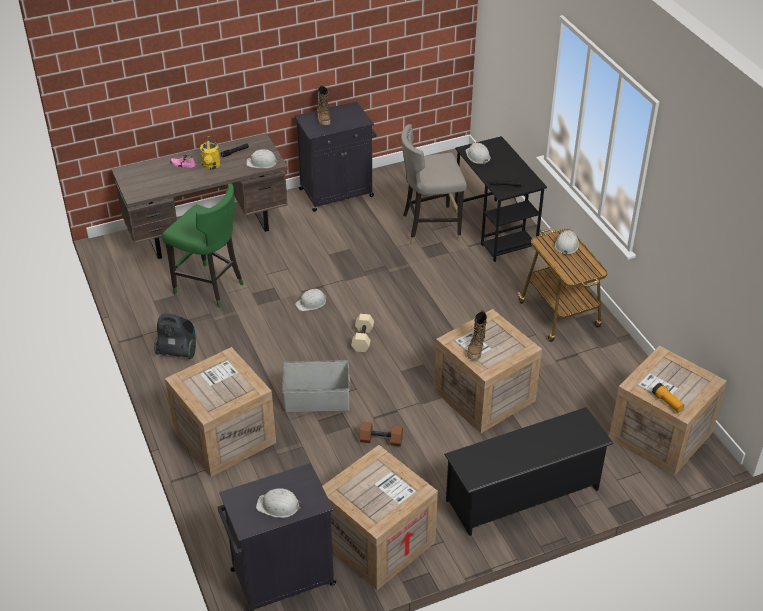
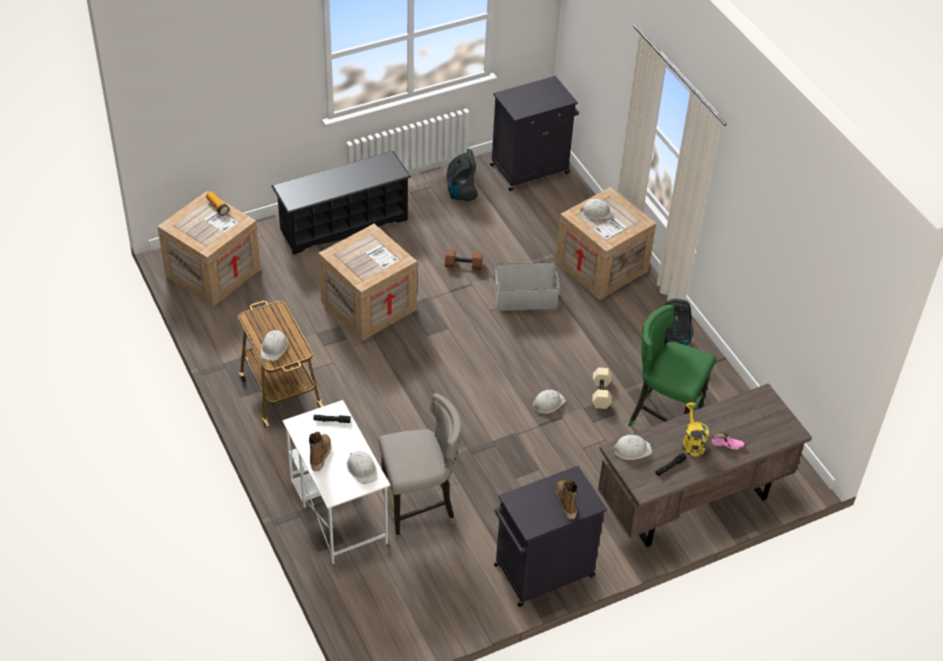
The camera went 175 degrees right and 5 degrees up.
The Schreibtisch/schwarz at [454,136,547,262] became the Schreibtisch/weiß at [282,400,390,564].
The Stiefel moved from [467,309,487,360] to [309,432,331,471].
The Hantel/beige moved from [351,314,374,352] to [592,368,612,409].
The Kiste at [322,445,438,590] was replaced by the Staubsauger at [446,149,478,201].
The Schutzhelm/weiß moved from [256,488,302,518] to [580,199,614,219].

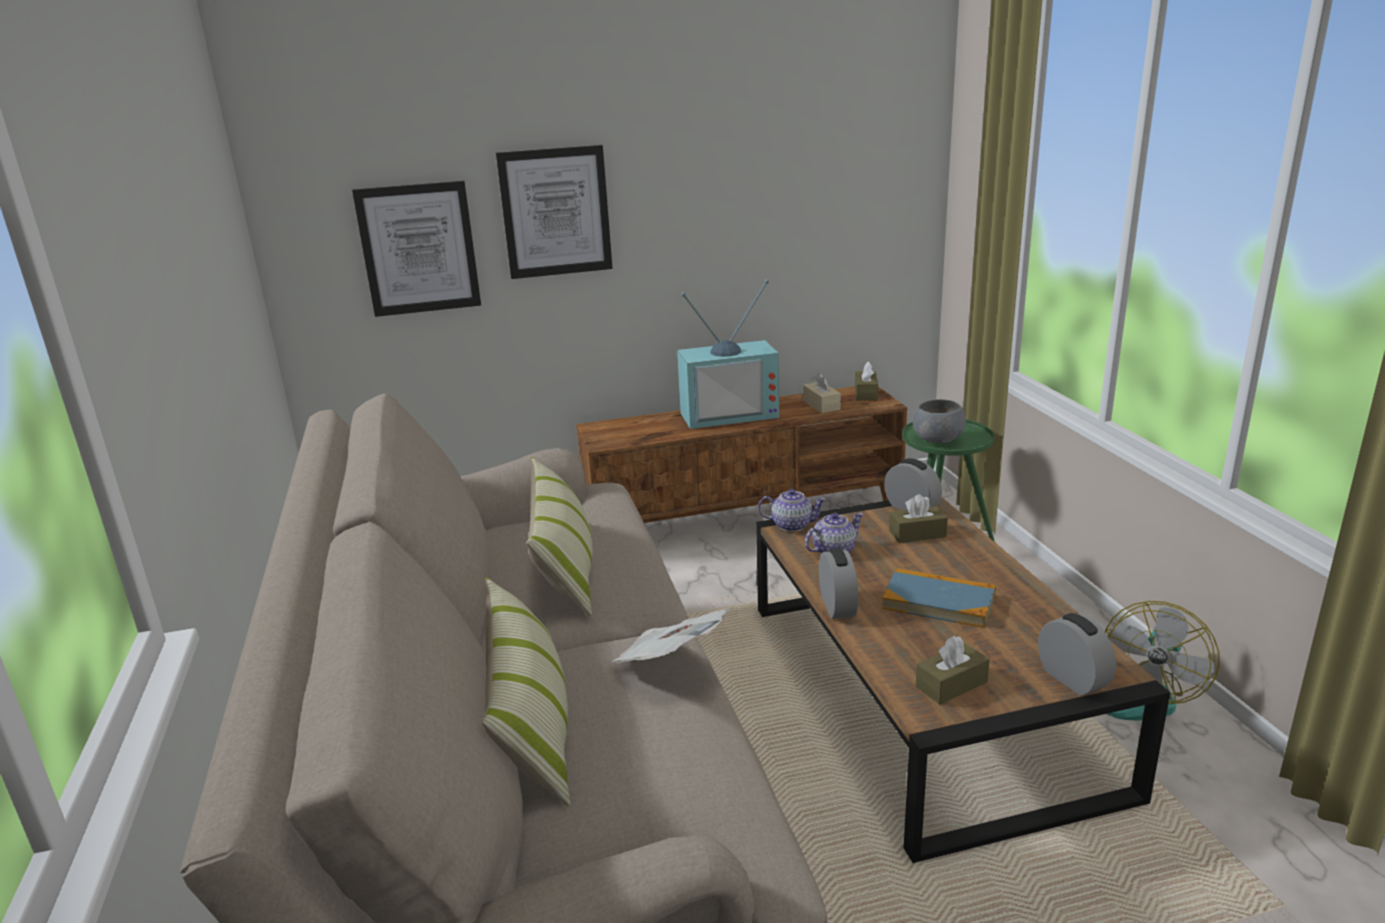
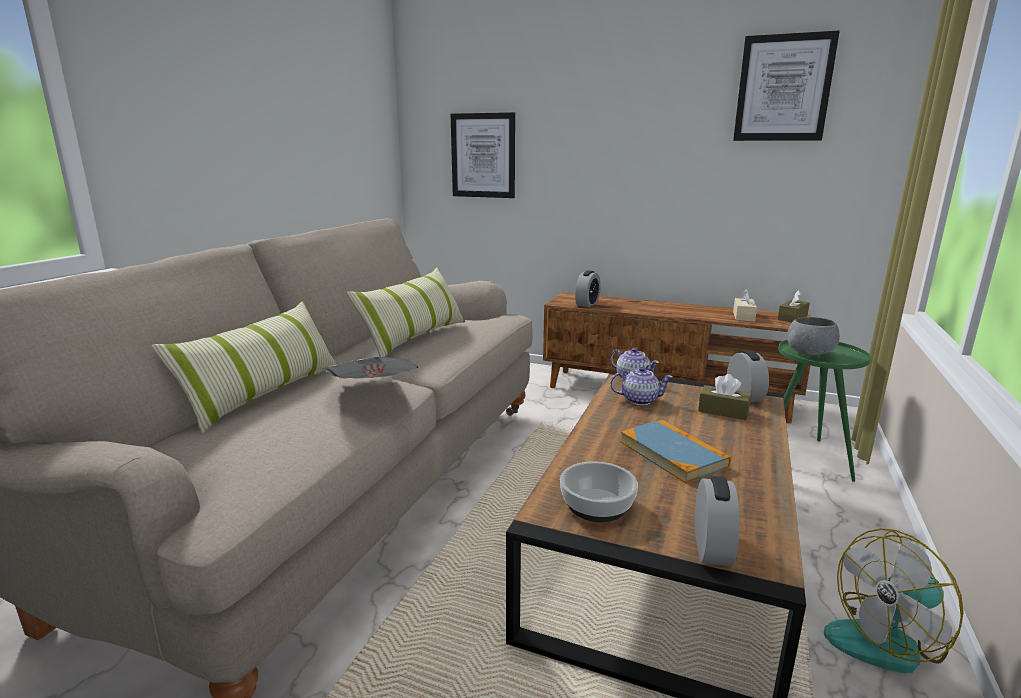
The camera went 35 degrees right and 5 degrees down.
The Bild moved from [496,145,613,279] to [733,30,840,141].
The Fernseher at [677,279,779,429] disappeared.
The Wecker moved from [819,548,858,619] to [575,271,601,307].
The Taschentuchbox/braun at [916,635,990,705] was replaced by the Schüssel at [560,462,638,522].

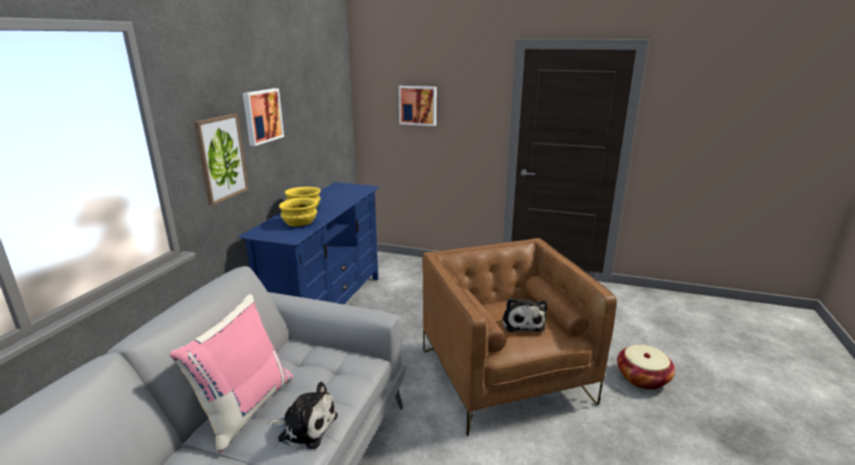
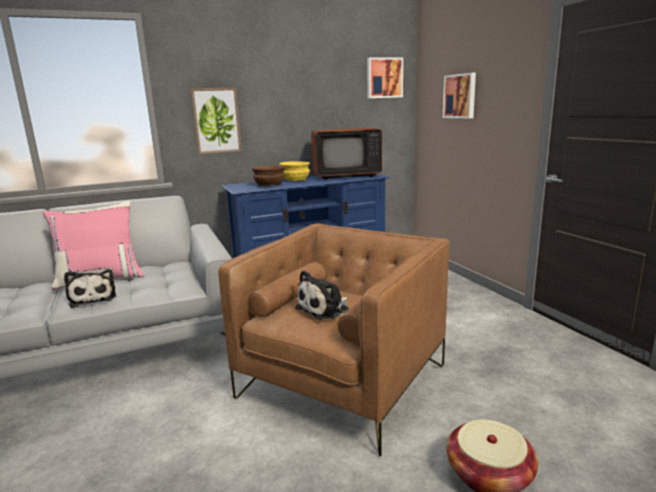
The camera went 50 degrees right and 5 degrees down.
The Bild moved from [243,88,284,146] to [367,57,403,98].
The Schüssel/gelb at [279,197,317,226] became the Schüssel/braun at [252,165,285,186].
The Fernseher at [311,105,382,180] appeared.

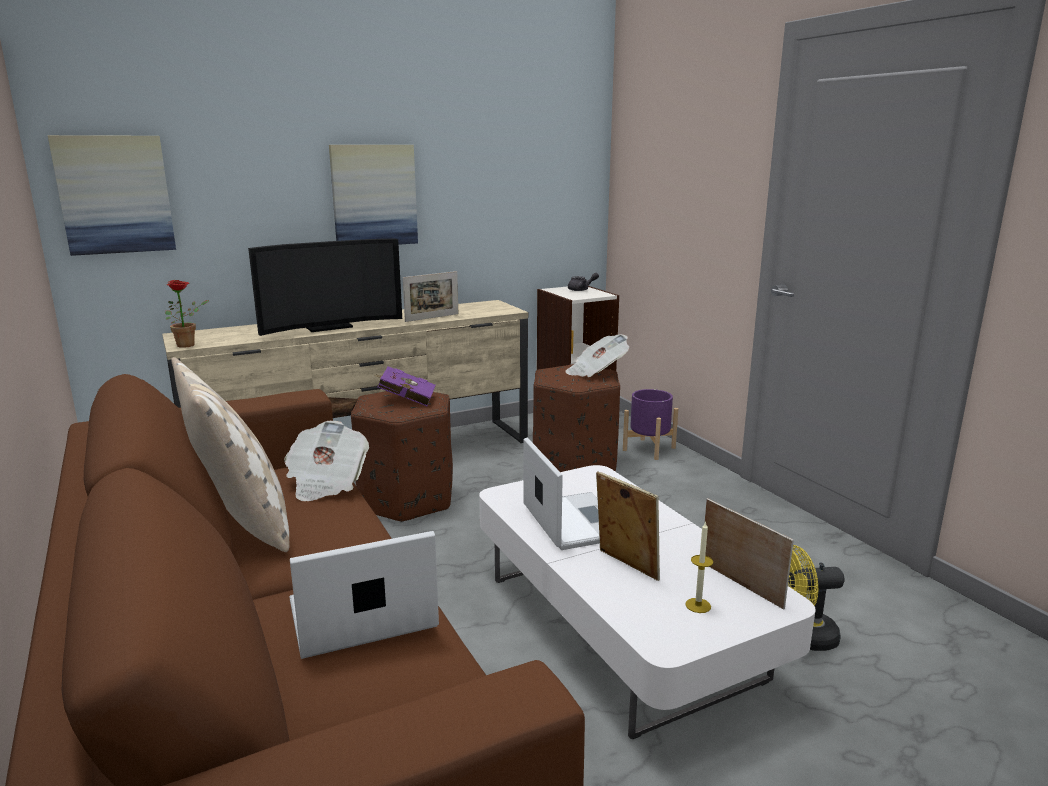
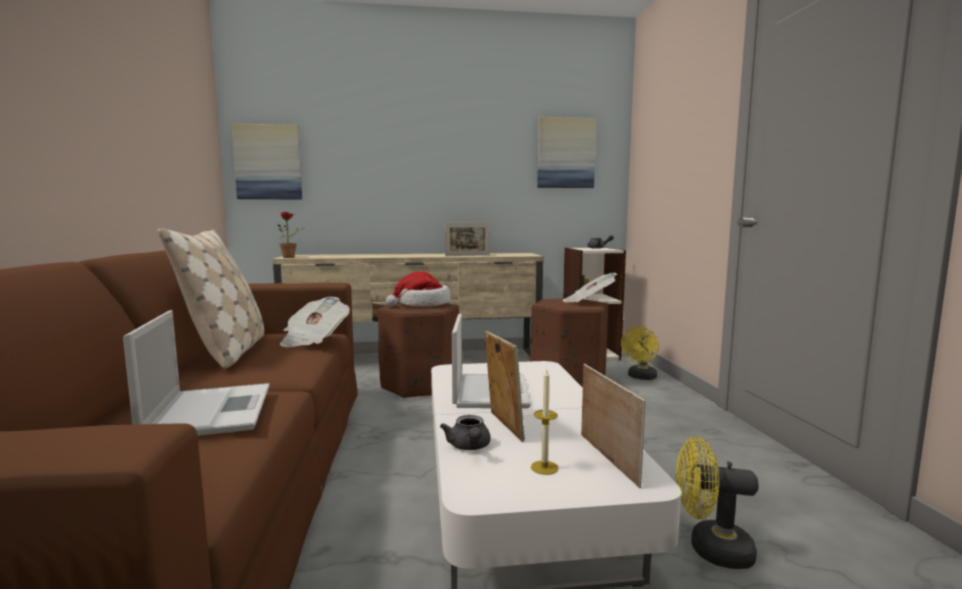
The camera went 20 degrees right and 10 degrees down.
The Bild moved from [329,145,418,245] to [537,117,596,188].
The Fernseher at [248,239,402,336] disappeared.
The Buch/lila at [373,366,436,406] was replaced by the Hut at [386,272,451,307].
The Pflanzkübel/lila at [623,389,678,460] was replaced by the Ventilator/gelb at [621,326,659,380].
The Laptop at [289,531,439,659] turned 75 degrees clockwise.
The Teekanne/grau at [440,415,491,450] appeared.

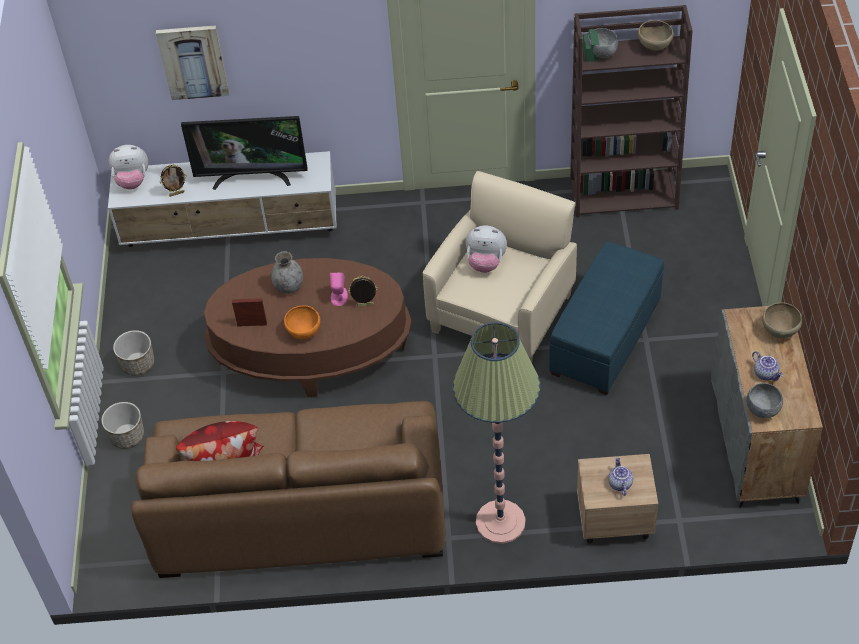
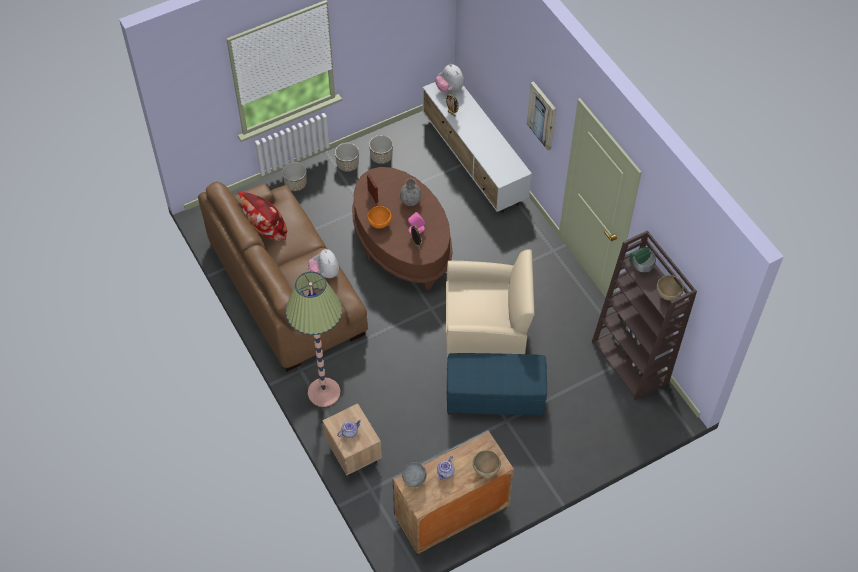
The camera went 60 degrees right and 5 degrees up.
The Bild moved from [156,25,229,100] to [527,81,556,151].
The Fernseher at [181,116,308,190] disappeared.
The Plüschtier moved from [466,226,507,273] to [308,249,339,278].
The Pflanzkübel at [369,135,393,164] appeared.

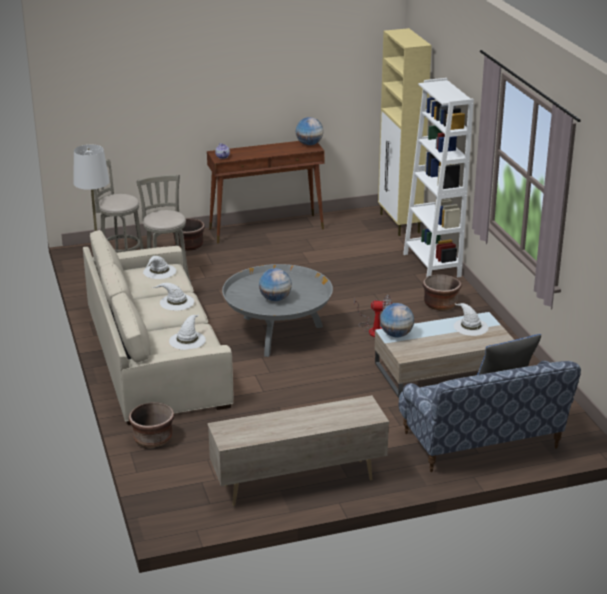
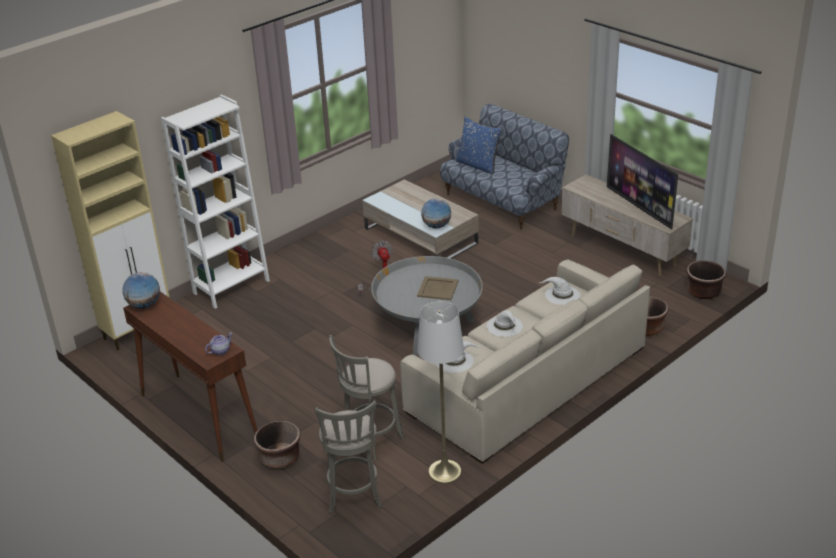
The camera went 115 degrees left and 5 degrees up.
The Globus at [259,268,292,301] was replaced by the Tablett/beige at [417,276,459,300].
The Pflanzkübel/braun moved from [423,274,462,311] to [686,261,726,299].
The Hut/weiß at [454,303,489,336] disappeared.
The Fernseher at [607,134,678,230] appeared.

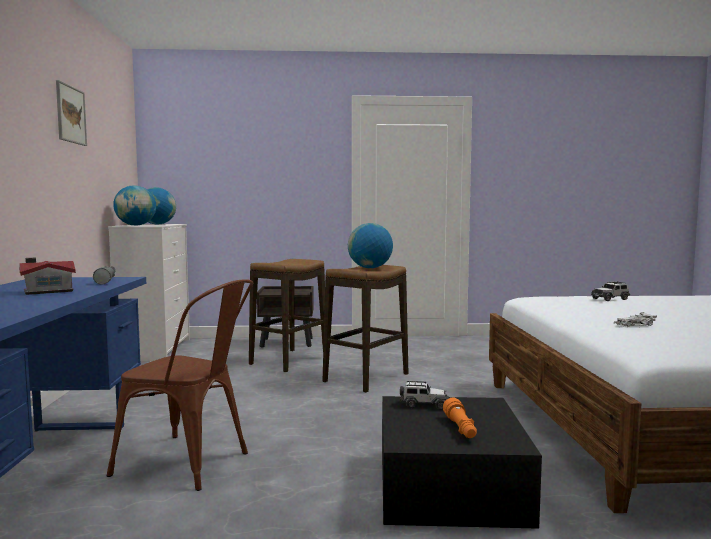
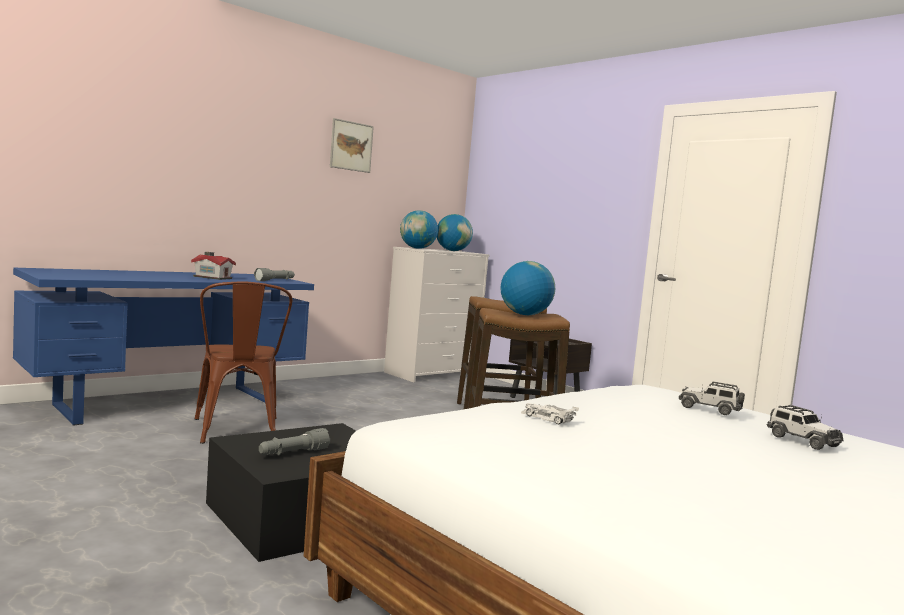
The camera went 50 degrees right and 0 degrees up.
The Spielzeugauto moved from [400,381,449,410] to [767,405,843,450].
The Taschenlampe/orange at [443,397,477,438] became the Taschenlampe/grau at [259,428,330,455].

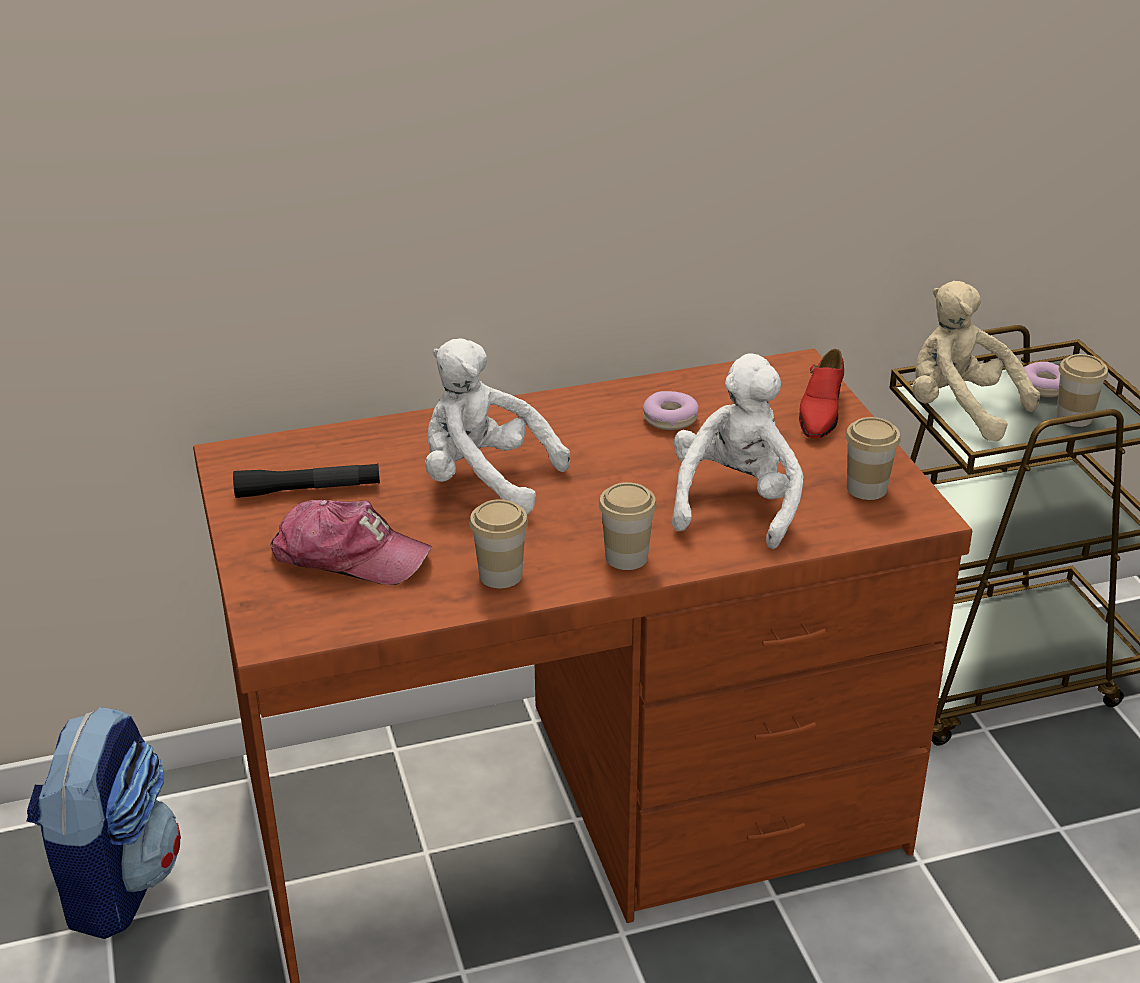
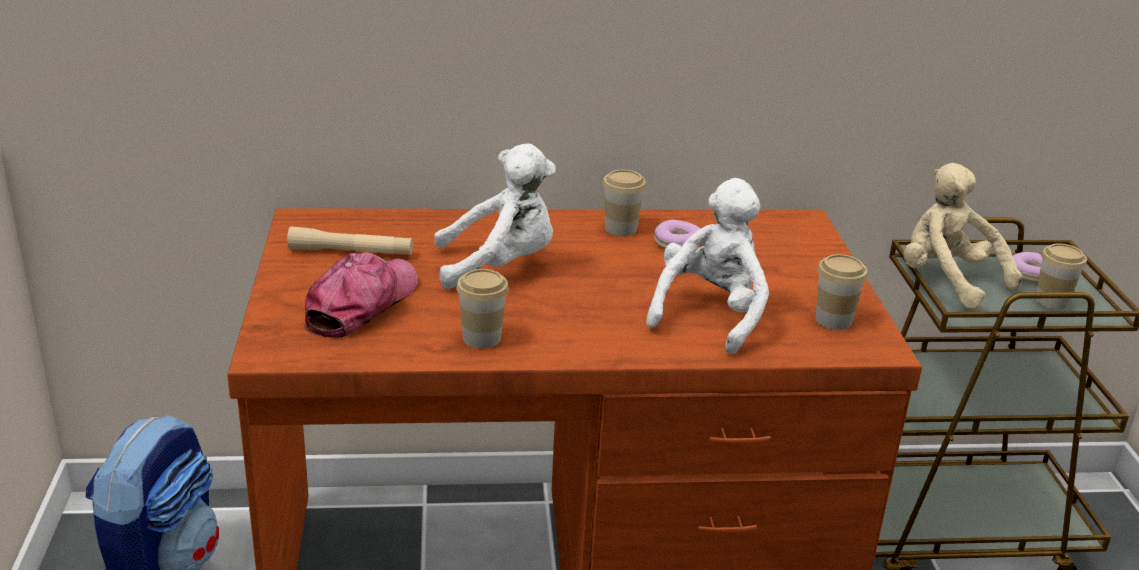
The camera went 10 degrees right and 5 degrees down.
The Plüschtier/weiß at [425,338,570,514] turned 135 degrees clockwise.
The Schuh/rot at [799,349,844,438] disappeared.
The Taschenlampe/schwarz at [233,463,380,498] became the Taschenlampe/beige at [287,226,413,255].
The Tasse moved from [599,482,657,570] to [603,170,646,236].
The Kappe at [270,500,432,585] turned 90 degrees counterclockwise.

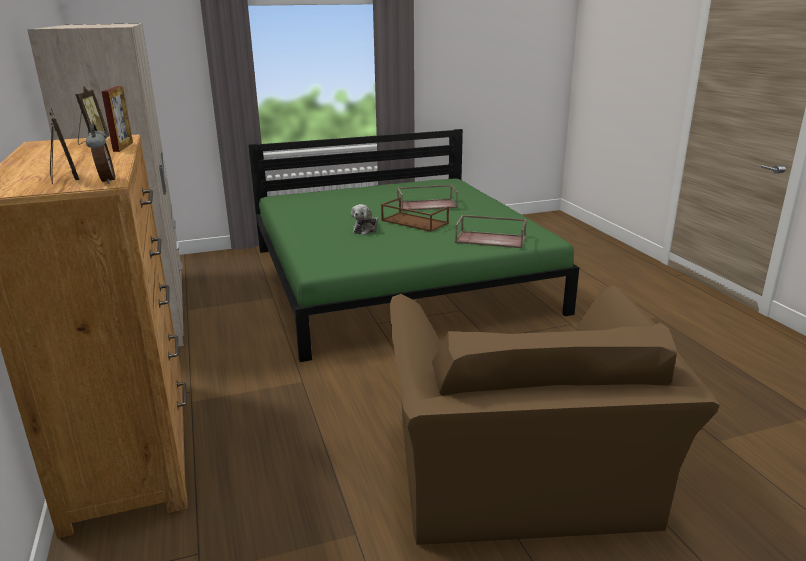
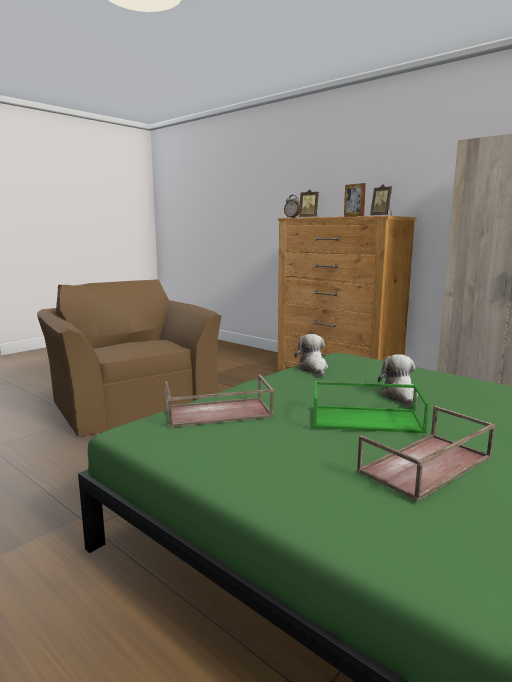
The camera went 150 degrees right and 10 degrees down.
The Tablett/braun at [381,197,449,232] became the Tablett/grün at [313,381,429,433].
The Plüschtier at [295,334,328,376] appeared.

